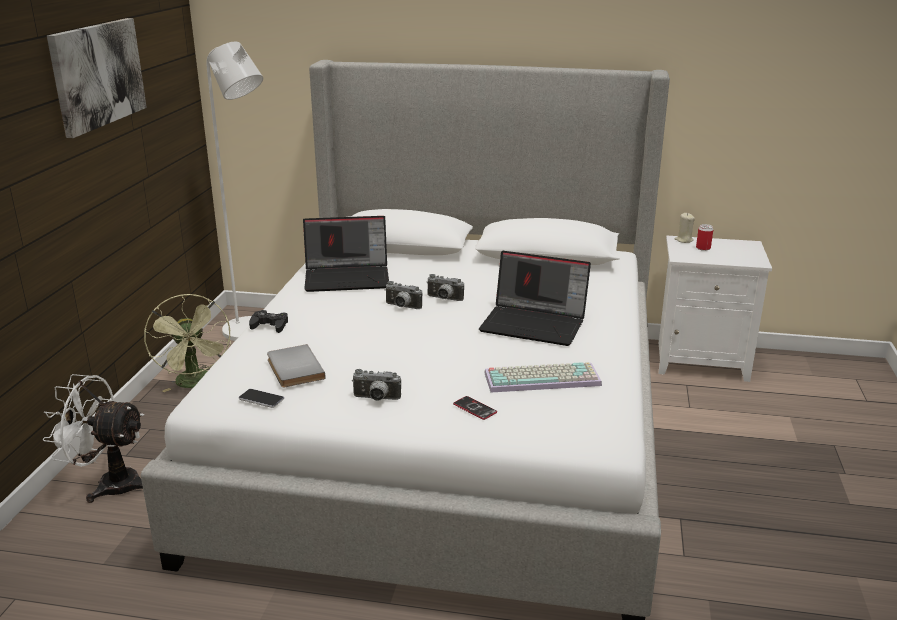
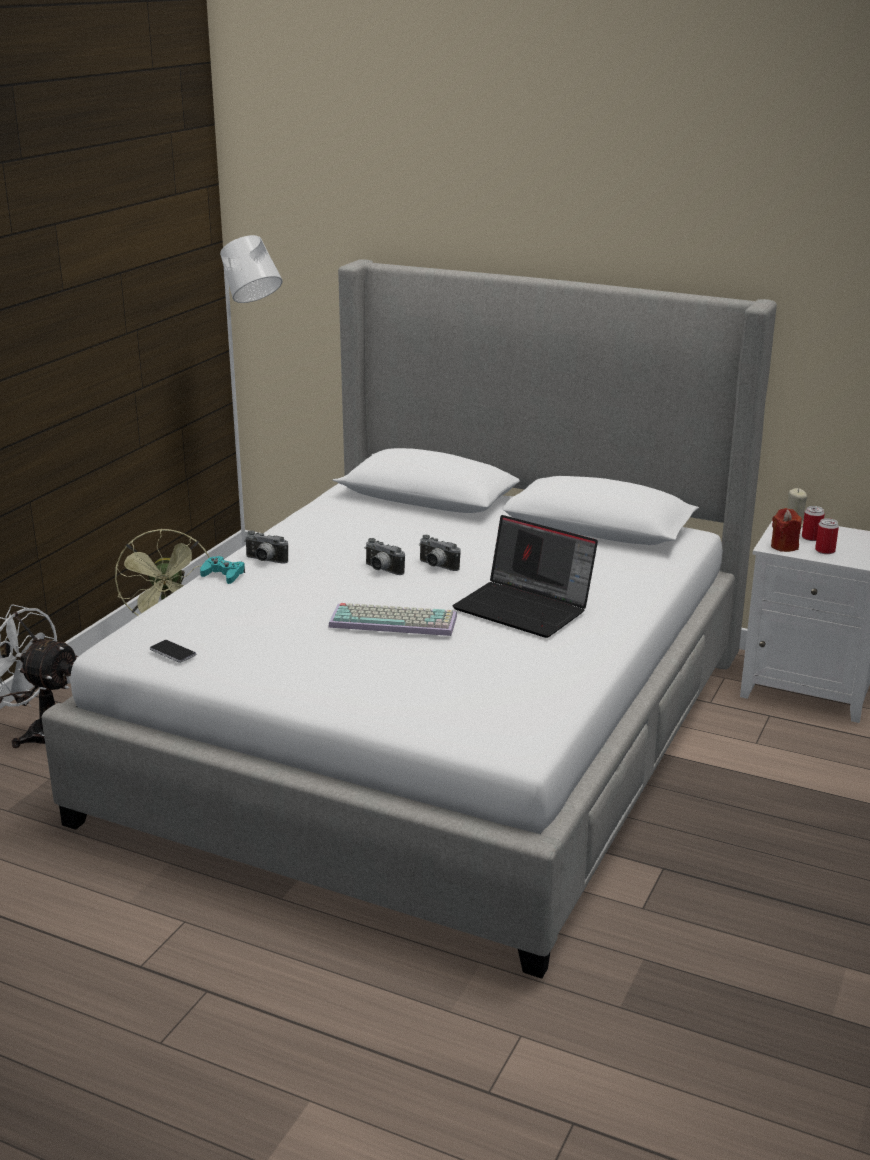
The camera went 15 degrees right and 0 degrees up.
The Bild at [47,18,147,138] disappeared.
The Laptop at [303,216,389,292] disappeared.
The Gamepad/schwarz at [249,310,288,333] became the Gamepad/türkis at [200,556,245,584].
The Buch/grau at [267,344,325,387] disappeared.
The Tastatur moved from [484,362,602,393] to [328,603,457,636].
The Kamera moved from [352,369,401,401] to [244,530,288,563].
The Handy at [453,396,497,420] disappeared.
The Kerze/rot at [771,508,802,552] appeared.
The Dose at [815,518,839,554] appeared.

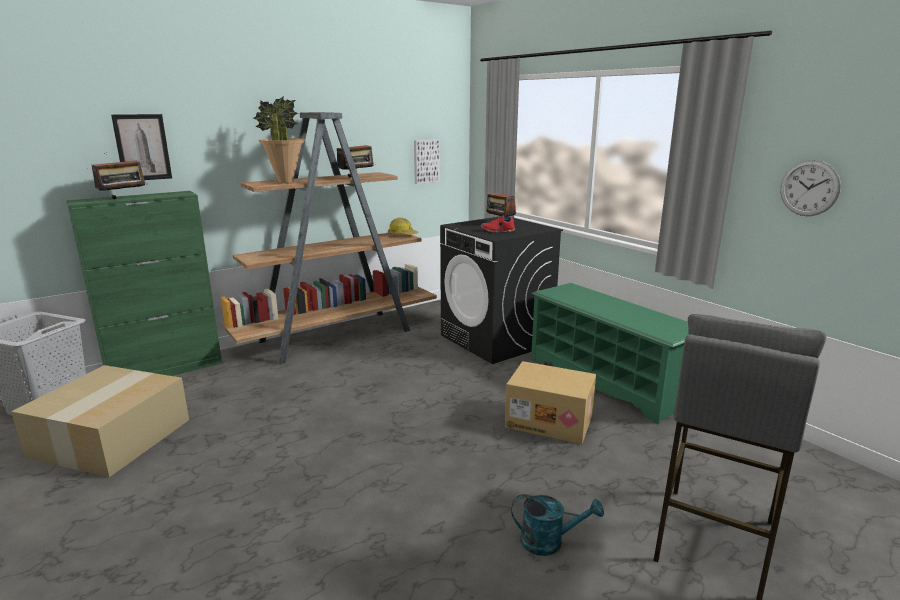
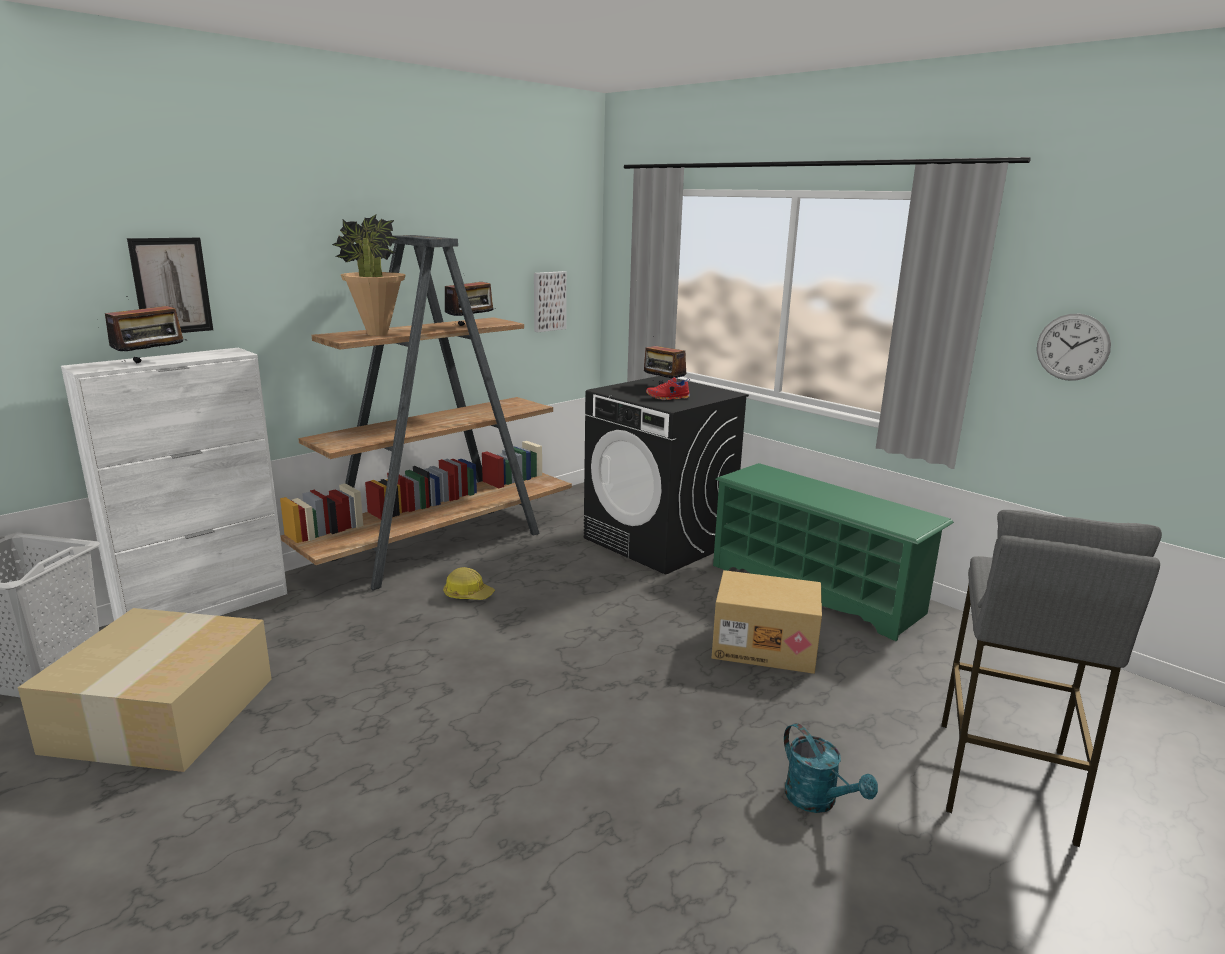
The camera went 10 degrees left and 0 degrees up.
The Schrank/grün at [66,191,222,376] became the Schrank/weiß at [61,348,287,621].
The Schutzhelm moved from [388,217,419,235] to [443,567,495,600].
The Gießkanne/türkis at [511,494,604,556] turned 60 degrees clockwise.

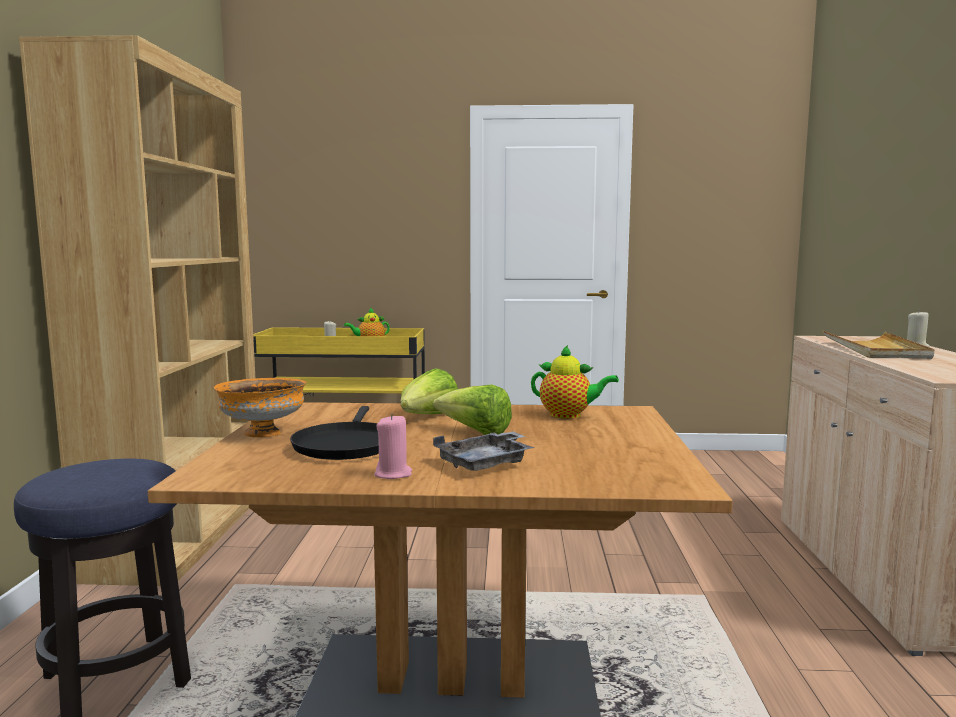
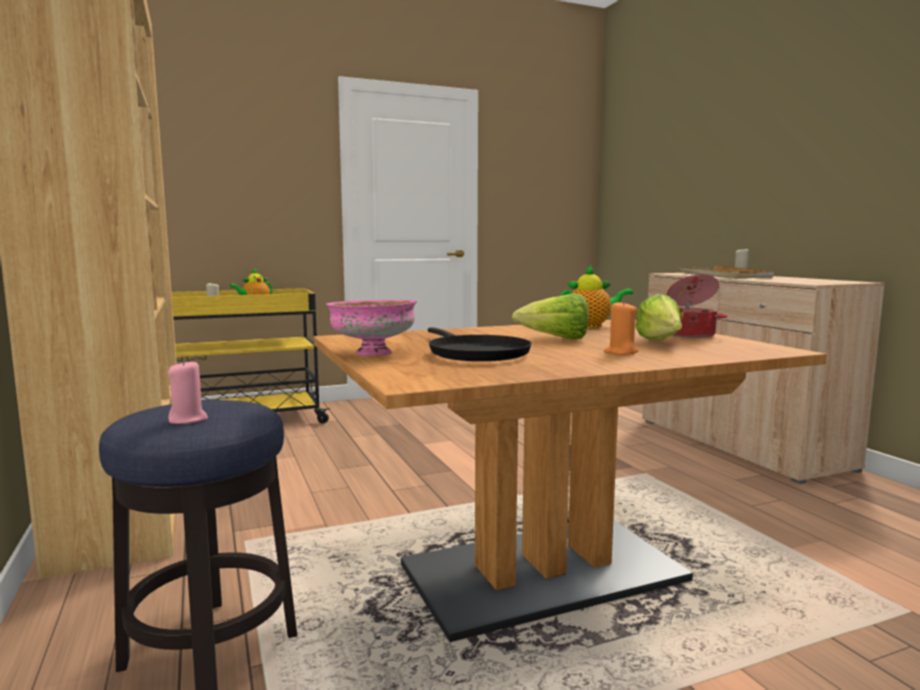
The camera went 25 degrees left and 0 degrees up.
The Salatkopf moved from [401,369,458,414] to [635,294,682,340].
The Schüssel/orange at [214,378,306,437] became the Schüssel/rosa at [326,300,417,356].
The Kerze/rosa moved from [374,414,412,479] to [168,360,208,424].
The Tablett/grau at [433,431,535,471] was replaced by the Kerze/orange at [604,300,638,355].
The Kochtopf at [667,274,727,338] appeared.

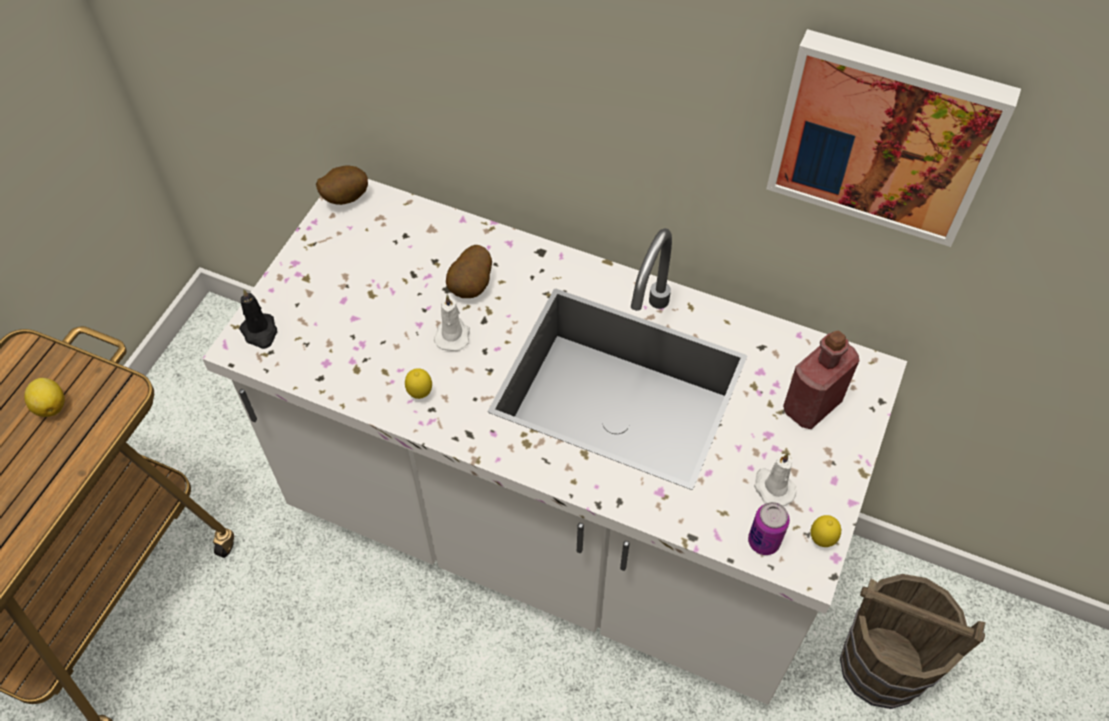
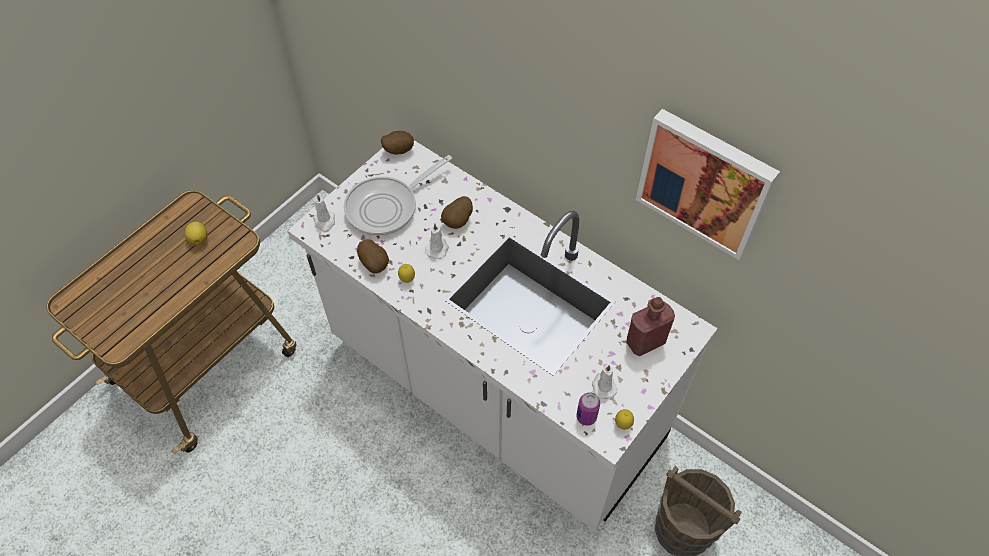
The camera went 15 degrees right and 0 degrees up.
The Kerze/schwarz at [239,289,277,349] became the Kerze/weiß at [313,194,335,232].
The Pfanne at [344,155,452,235] appeared.
The Kartoffel at [357,239,389,274] appeared.

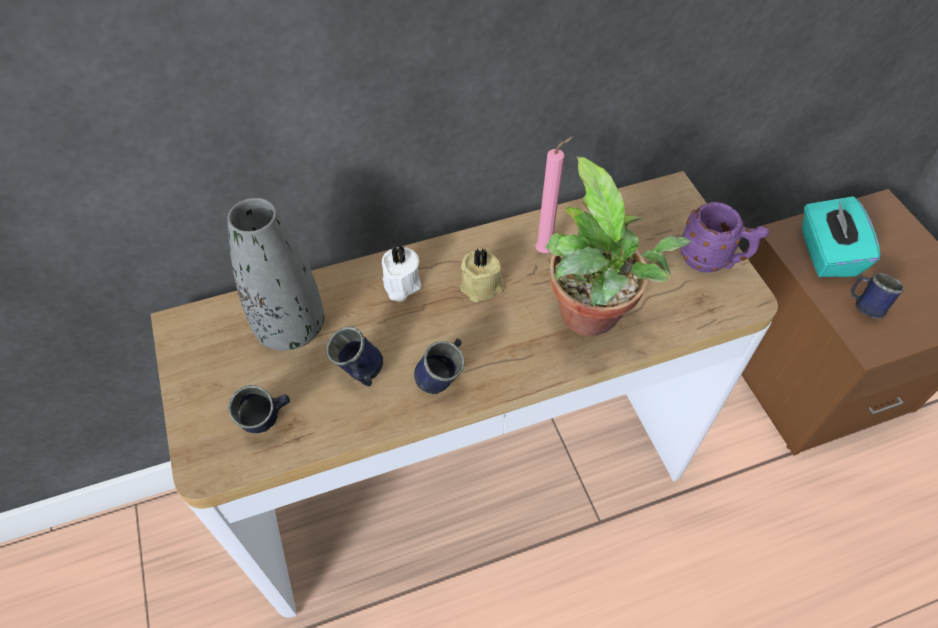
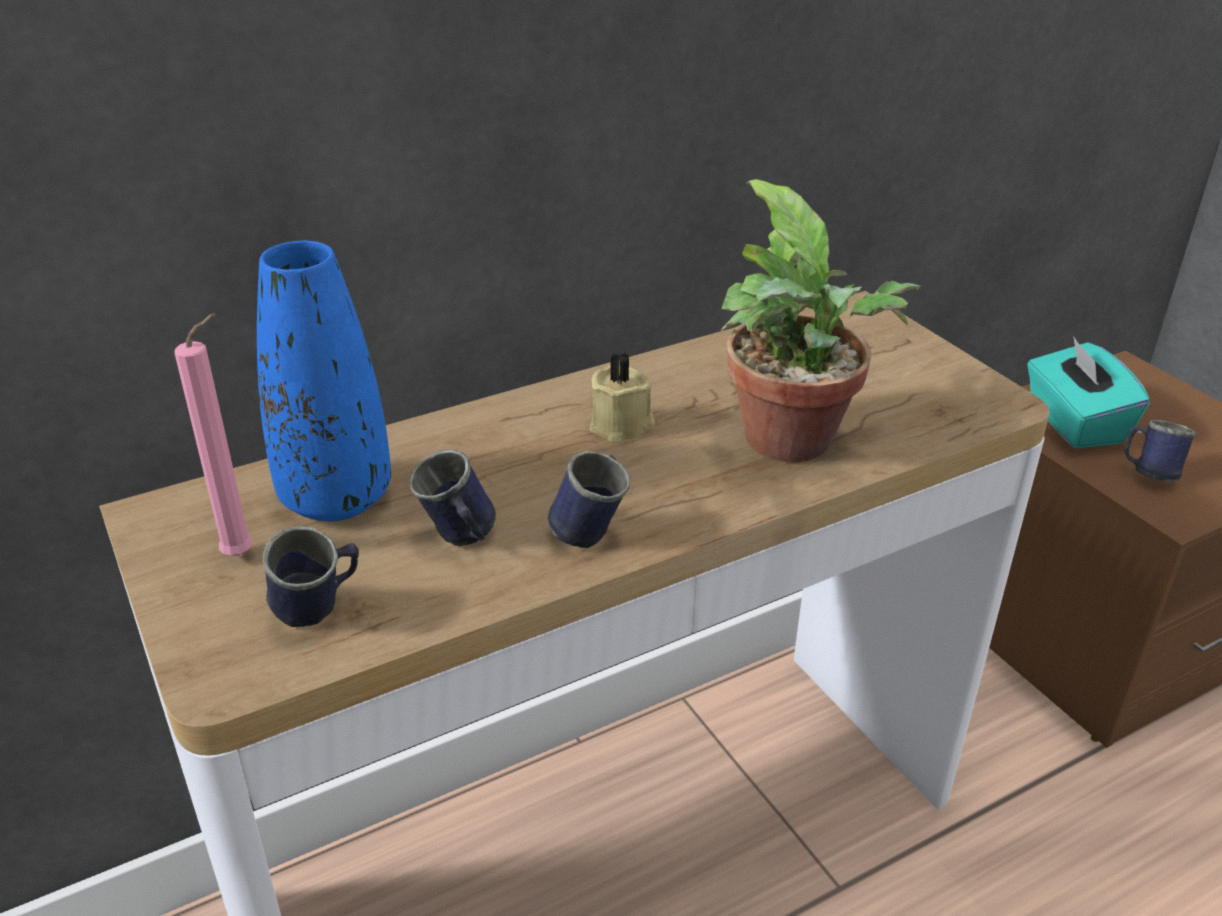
The camera went 10 degrees left and 20 degrees down.
The Kerze/rosa moved from [535,136,573,253] to [174,313,253,556].
The Vase/grau at [227,198,324,351] became the Vase/blau at [257,240,391,521].
The Henkelbecher/lila at [681,202,769,273] disappeared.
The Kerze/weiß at [382,246,421,302] disappeared.

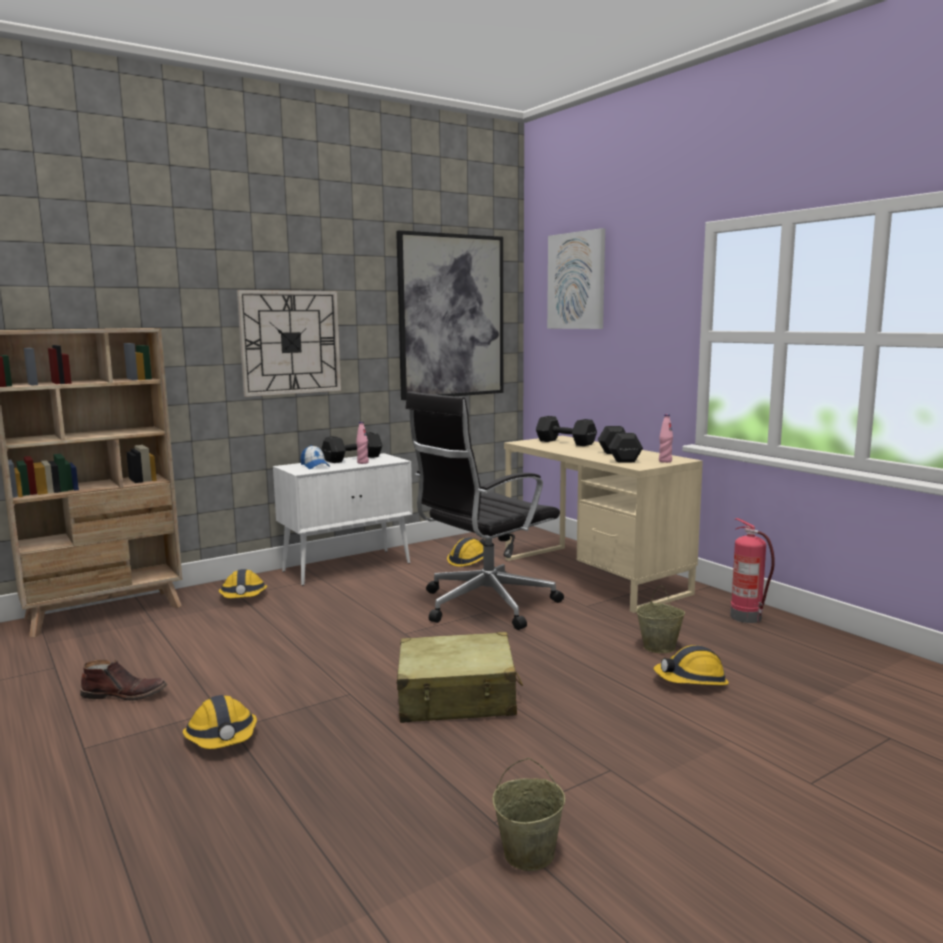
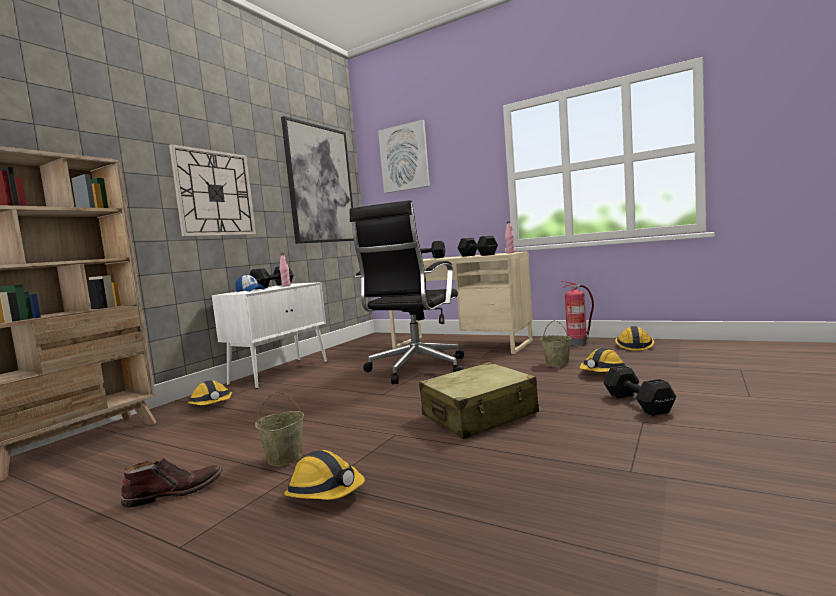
The camera went 25 degrees left and 5 degrees down.
The Schutzhelm moved from [447,537,485,567] to [615,326,654,351].
The Eimer/beige moved from [492,758,565,871] to [255,392,304,466].
The Hantel/schwarz at [603,366,677,416] appeared.

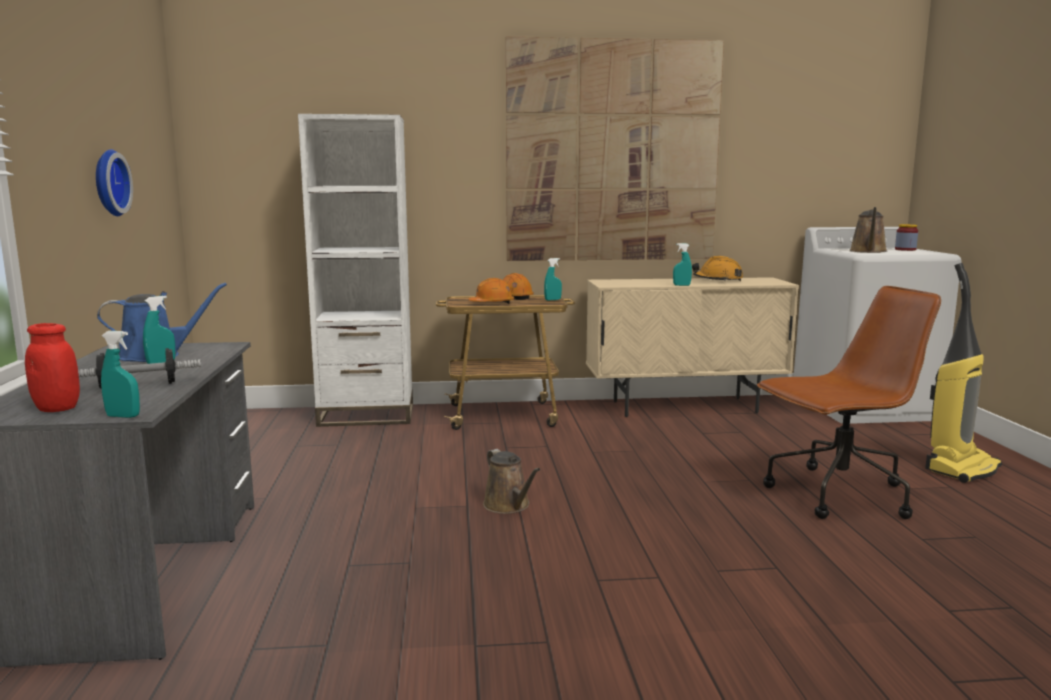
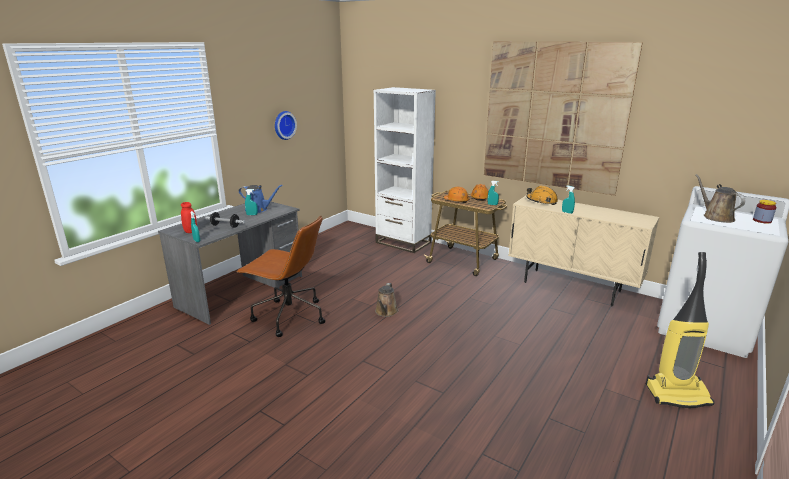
The camera went 40 degrees right and 10 degrees up.
The Gießkanne/braun at [849,207,887,253] turned 105 degrees clockwise.
The Schutzhelm/orange moved from [692,256,743,281] to [526,185,558,205].
The Bürostuhl/braun moved from [757,286,941,519] to [236,216,325,337].

